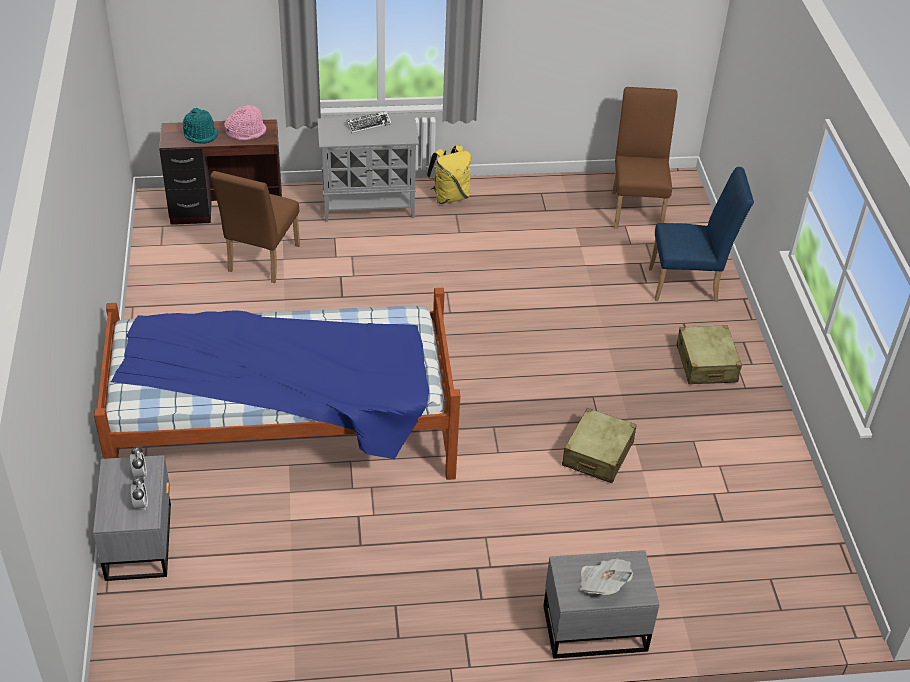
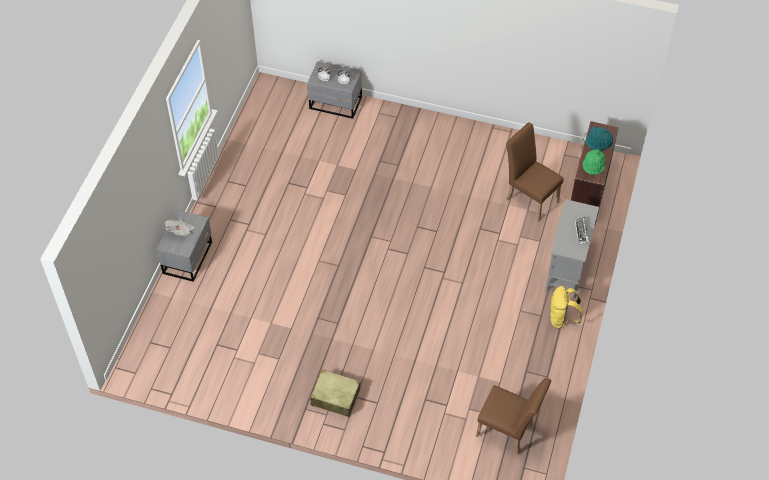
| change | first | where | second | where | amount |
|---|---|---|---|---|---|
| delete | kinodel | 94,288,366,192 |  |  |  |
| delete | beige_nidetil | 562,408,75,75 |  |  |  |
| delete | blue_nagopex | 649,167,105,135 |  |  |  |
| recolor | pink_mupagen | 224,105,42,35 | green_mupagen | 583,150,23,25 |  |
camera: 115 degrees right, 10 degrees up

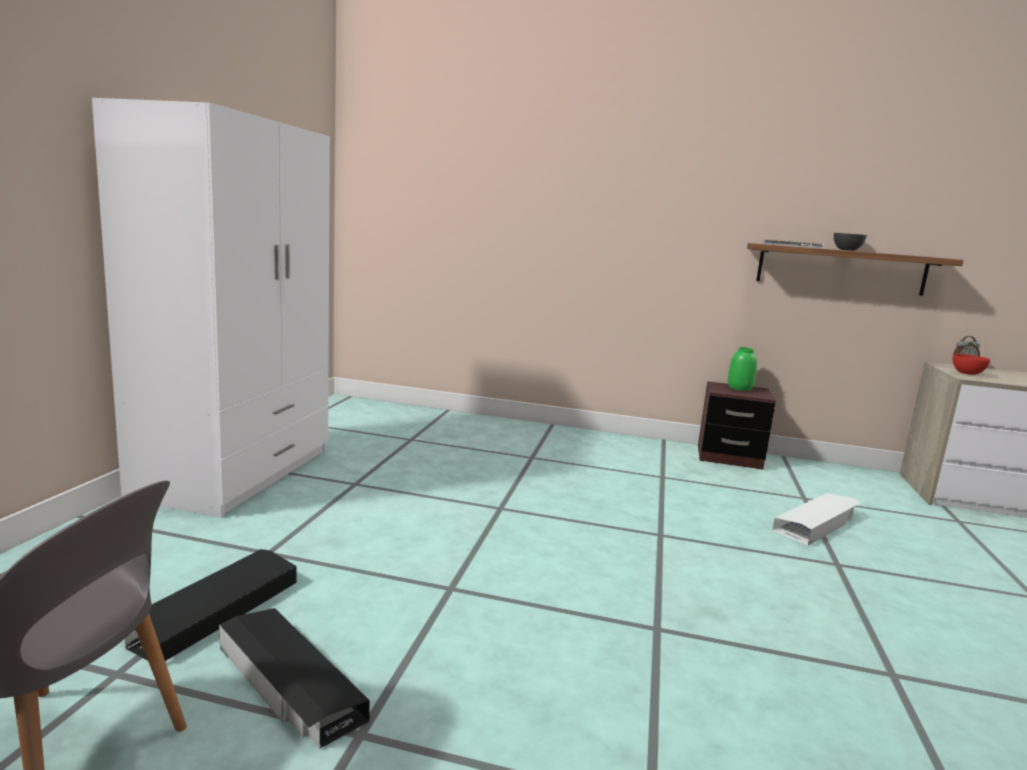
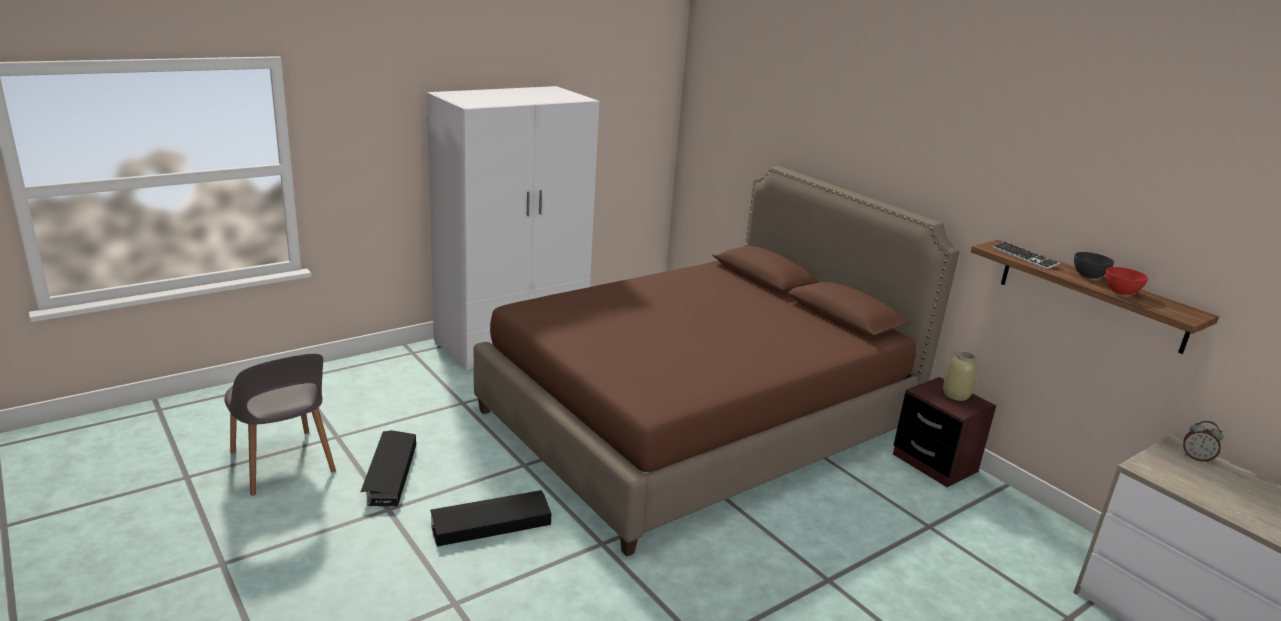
| change | first | where | second | where | amount |
|---|---|---|---|---|---|
| delete | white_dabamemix | 772,493,89,53 |  |  |  |
| insert |  |  | brown_kinodel | 474,166,486,391 |  |
| move | black_dabamemix | 124,549,172,113 |  | 430,490,121,57 |  |
| move | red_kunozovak | 953,354,38,21 |  | 1106,267,42,28 |  |
| recolor | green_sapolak | 728,347,29,44 | beige_sapolak | 943,352,34,49 |  |
camera: 40 degrees right, 10 degrees up

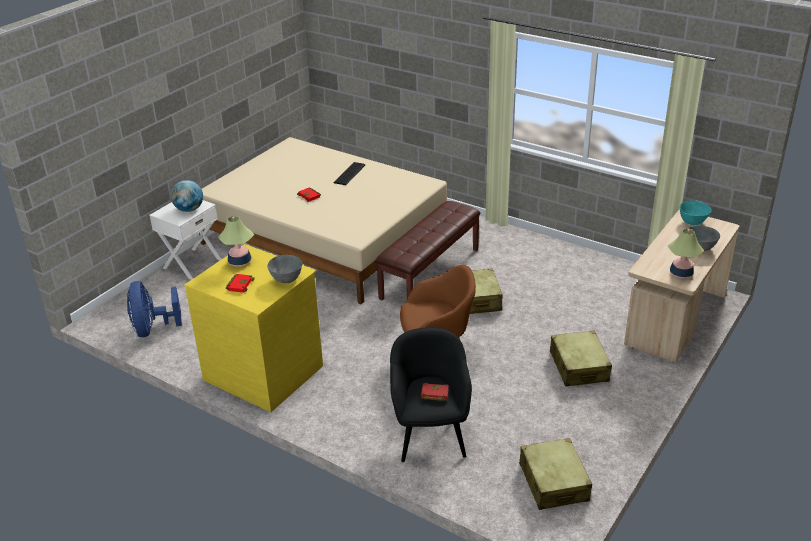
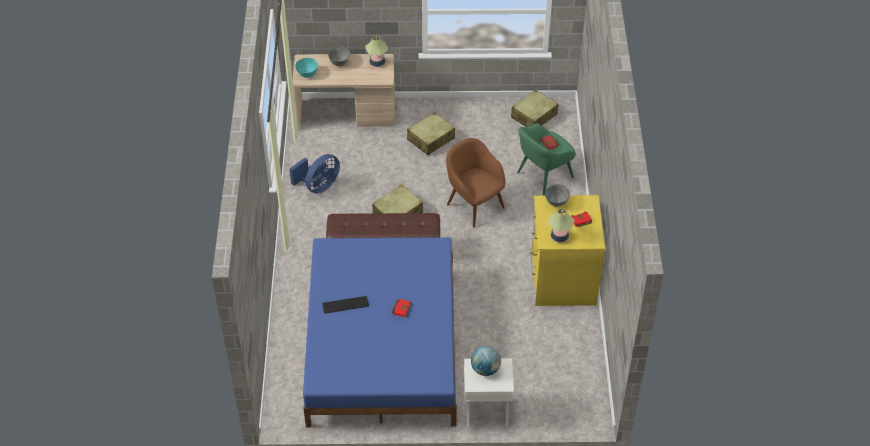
| change | first | where | second | where | amount |
|---|---|---|---|---|---|
| move | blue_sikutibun | 127,281,55,56 |  | 290,154,50,40 |  |
| recolor | beige_kinodel | 199,137,248,167 | blue_kinodel | 303,237,154,191 |  |
| recolor | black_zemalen | 390,327,82,135 | green_zemalen | 517,123,59,73 |  |
camera: 125 degrees left, 15 degrees up

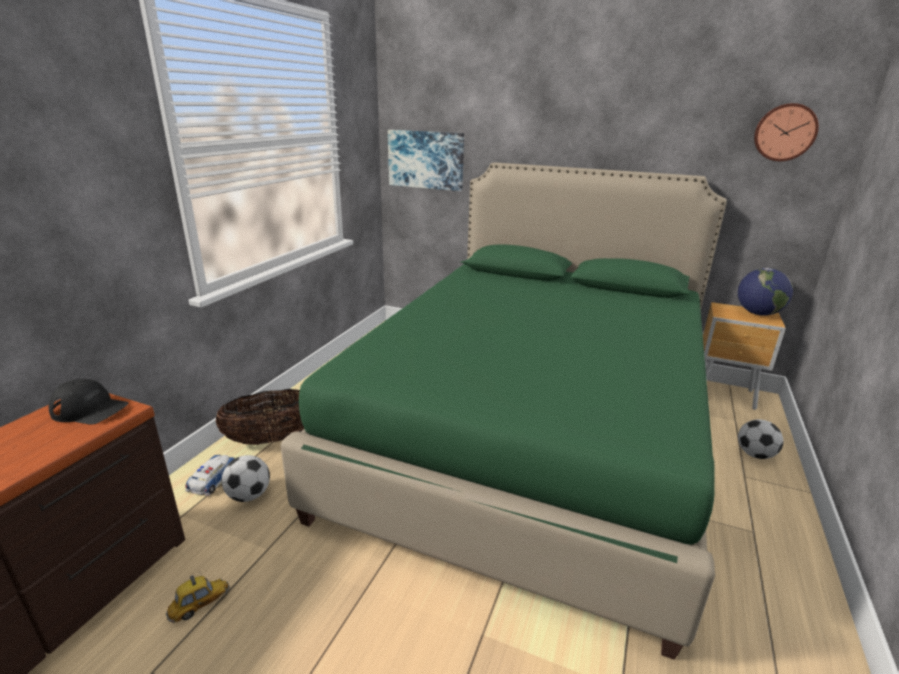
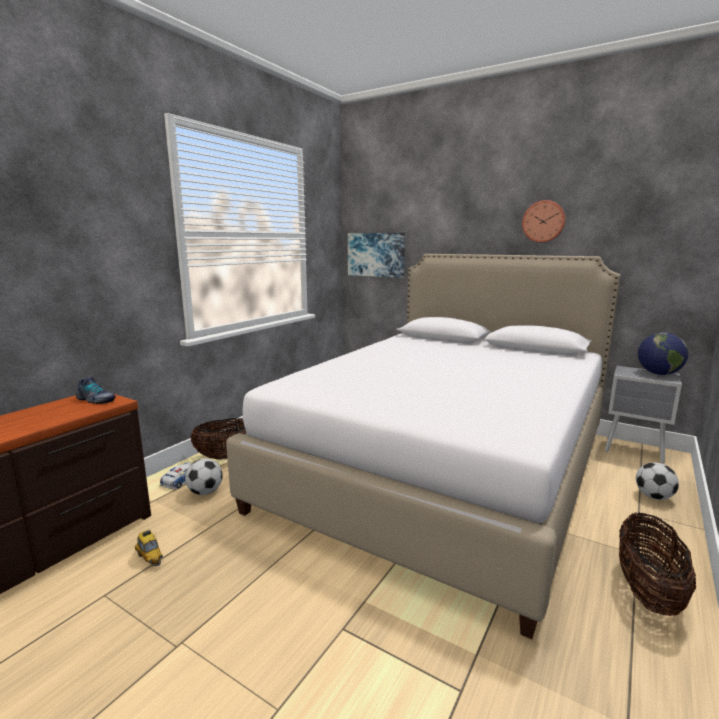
| change | first | where | second | where | amount |
|---|---|---|---|---|---|
| insert |  |  | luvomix | 619,513,77,103 |  |
| move | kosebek | 754,103,65,58 |  | 522,200,44,42 |  |
| replace | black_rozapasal | 49,379,80,46 | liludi | 76,377,40,27 |  |
| recolor | green_kinodel | 281,162,446,498 | white_kinodel | 226,254,395,385 |  |
| recolor | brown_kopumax | 703,302,83,108 | grey_kopumax | 605,366,77,98 |  |
| rotate | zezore | 166,573,64,50 |  | 135,530,28,37 | 75 degrees clockwise |
camera: 10 degrees right, 10 degrees down

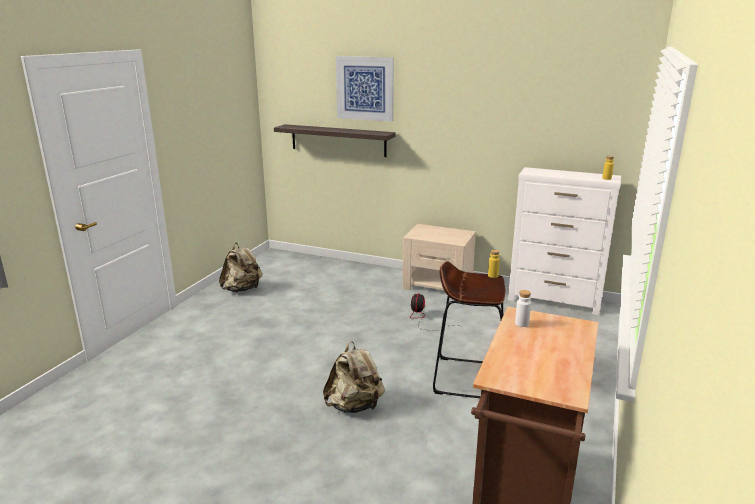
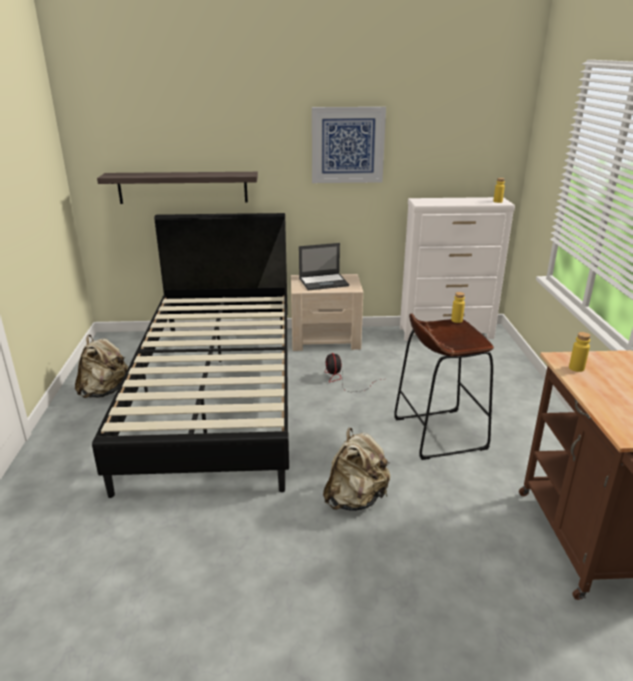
| change | first | where | second | where | amount |
|---|---|---|---|---|---|
| insert |  |  | black_kinodel | 92,213,197,285 |  |
| insert |  |  | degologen | 299,243,50,47 |  |
| move | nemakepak | 336,56,58,66 |  | 312,107,74,76 |  |
| recolor | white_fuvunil | 515,290,16,37 | yellow_fuvunil | 569,332,22,40 |  |
camera: 25 degrees left, 5 degrees up

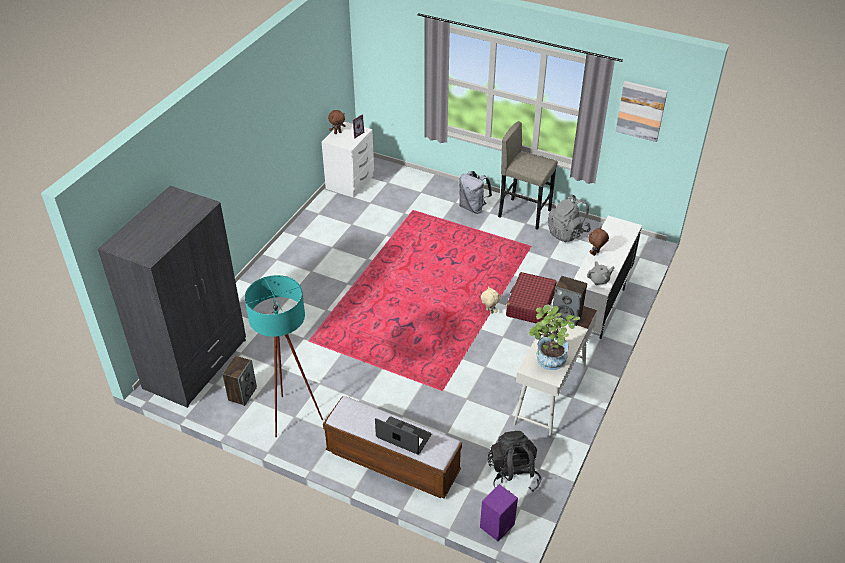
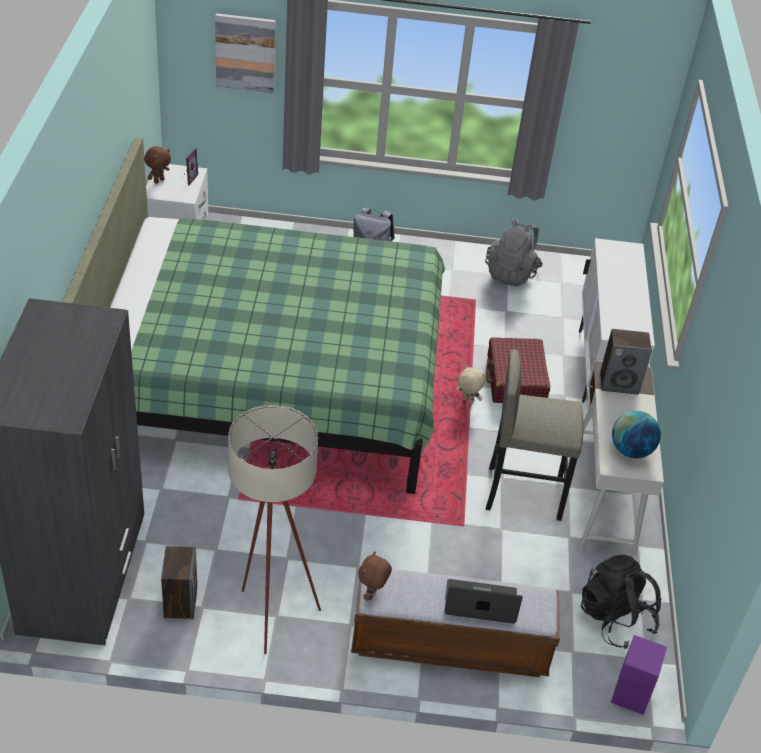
| change | first | where | second | where | amount |
|---|---|---|---|---|---|
| delete | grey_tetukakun | 586,261,29,24 |  |  |  |
| insert |  |  | green_kinodel | 62,138,383,356 |  |
| move | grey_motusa | 498,121,60,109 |  | 486,349,97,172 |  |
| move | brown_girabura | 589,227,20,29 |  | 358,552,34,49 |  |
| move | nemakepak | 615,81,53,61 |  | 215,13,61,80 |  |
| replace | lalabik | 529,305,51,65 | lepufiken | 612,411,49,47 |  |
| recolor | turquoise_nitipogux | 245,275,78,162 | beige_nitipogux | 228,405,93,249 |  |
camera: 25 degrees left, 0 degrees up

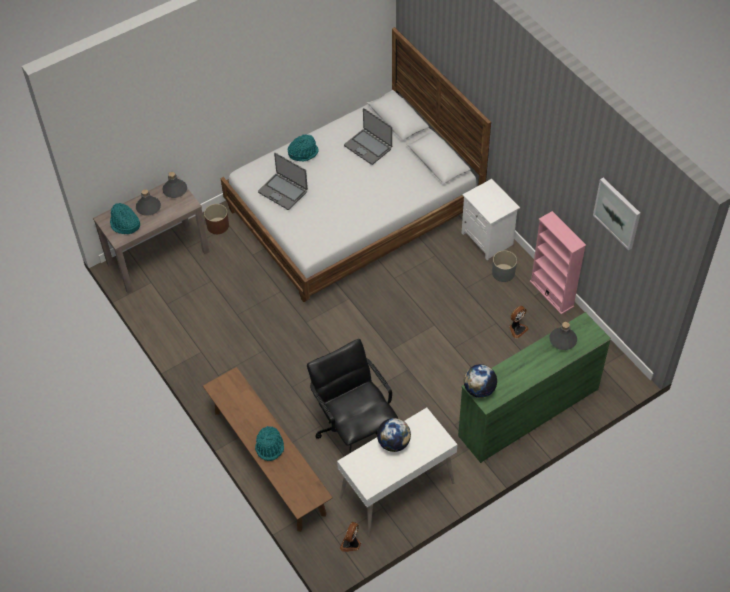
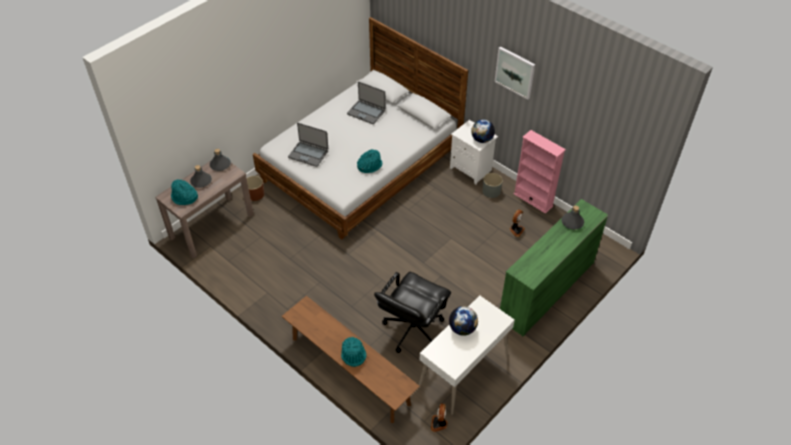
| change | first | where | second | where | amount |
|---|---|---|---|---|---|
| move | turquoise_mupagen | 288,134,31,27 |  | 357,149,25,24 |  |
| move | lepufiken | 464,364,33,34 |  | 471,119,24,24 |  |
| move | nemakepak | 593,178,47,72 |  | 494,46,41,54 |  |
| rotate | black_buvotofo | 307,339,91,115 |  | 374,272,77,81 | 105 degrees counterclockwise |
camera: 15 degrees left, 5 degrees down

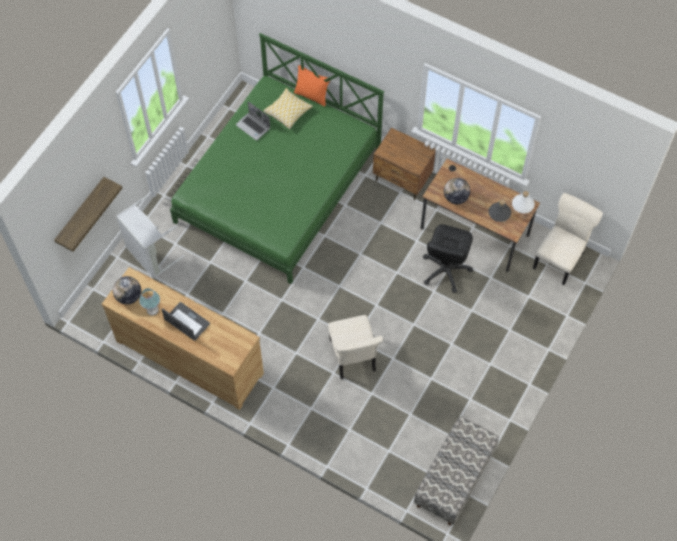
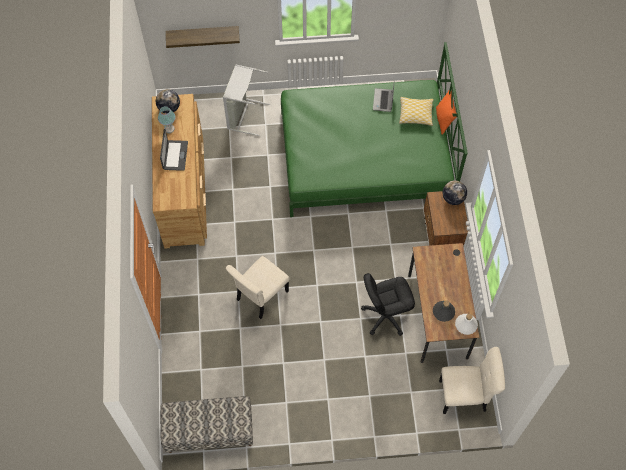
| change | first | where | second | where | amount |
|---|---|---|---|---|---|
| move | lepufiken | 444,178,26,26 |  | 443,180,24,25 |  |
camera: 55 degrees right, 0 degrees up

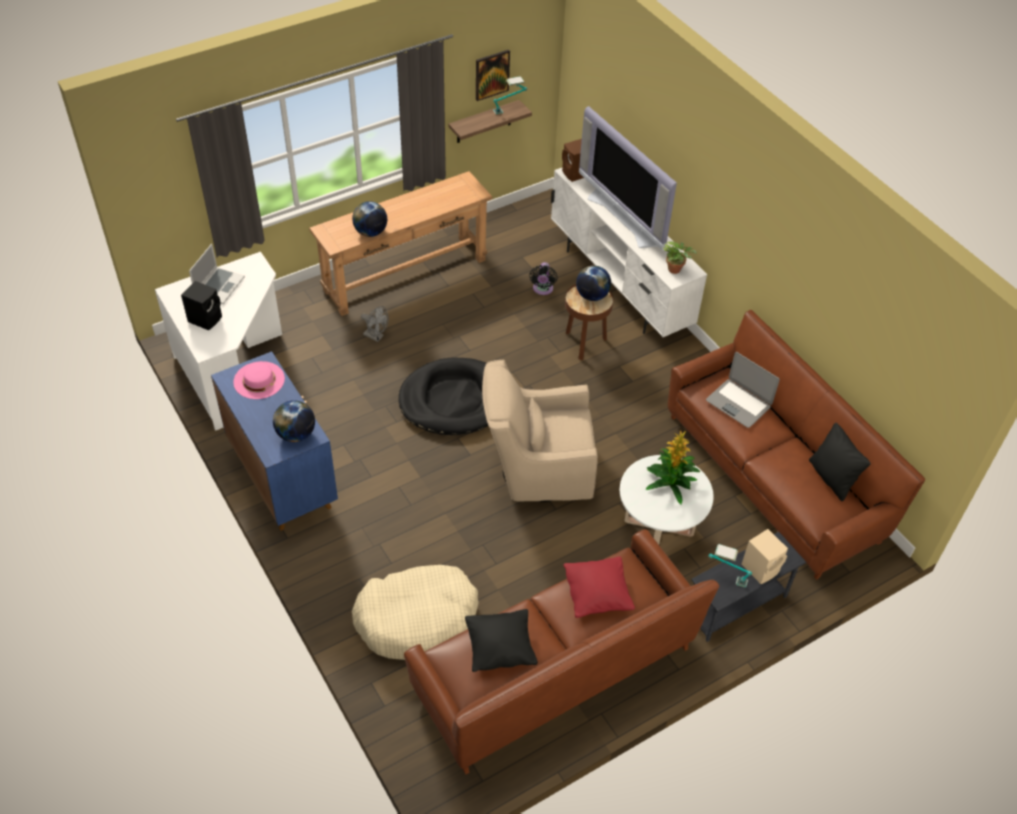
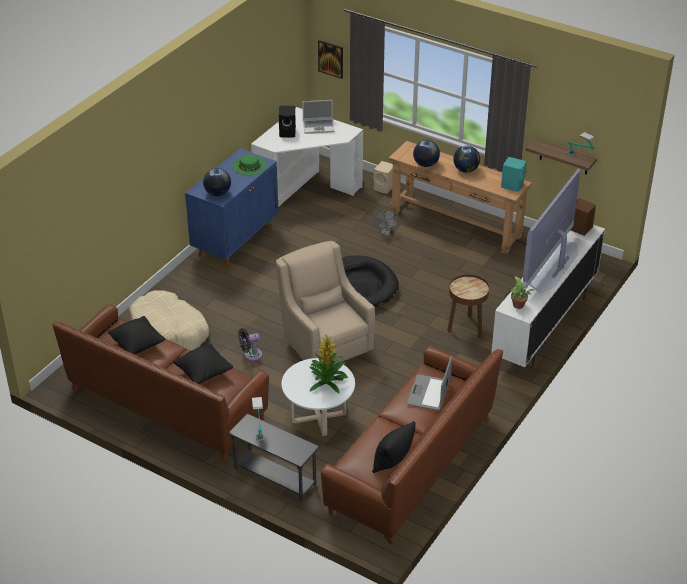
| change | first | where | second | where | amount |
|---|---|---|---|---|---|
| insert |  |  | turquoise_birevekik | 501,157,26,35 |  |
| move | nemakepak | 476,50,34,51 |  | 318,40,25,39 |  |
| move | black_sikutibun | 529,262,28,33 |  | 238,328,24,33 |  |
| move | lepufiken | 576,266,35,35 |  | 453,146,27,27 |  |
| move | beige_birevekik | 742,529,46,55 |  | 373,161,20,33 |  |
| recolor | pink_mupagen | 233,361,52,38 | green_mupagen | 232,154,35,21 |  |
| recolor | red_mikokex | 564,556,71,62 | black_mikokex | 173,344,60,40 |  |
camera: 65 degrees right, 10 degrees down

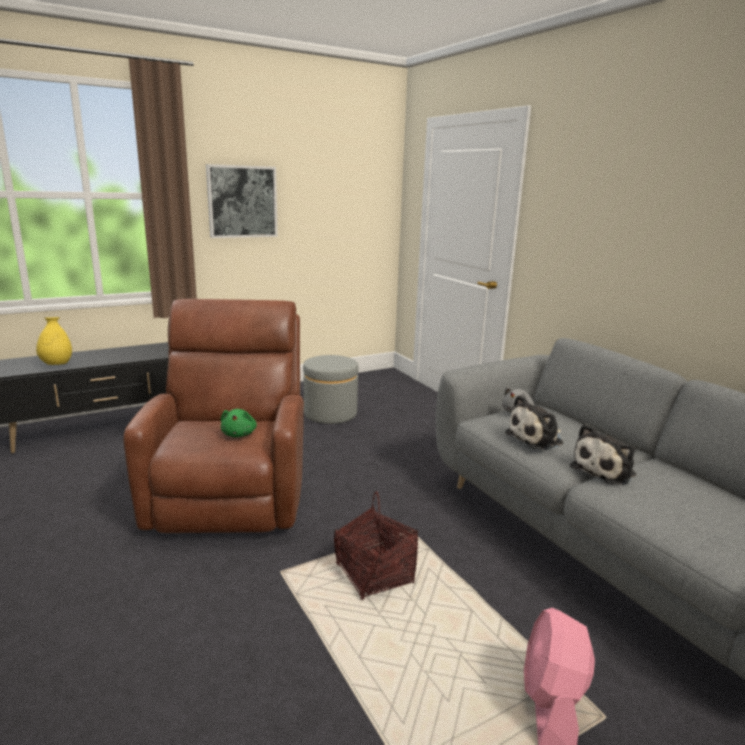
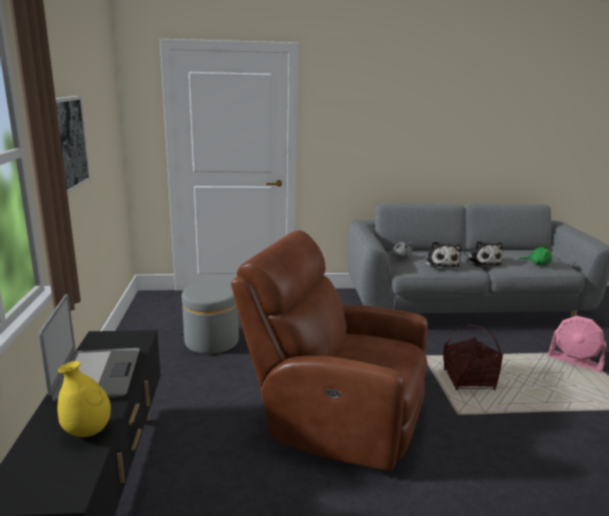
| change | first | where | second | where | amount |
|---|---|---|---|---|---|
| insert |  |  | degologen | 38,294,101,107 |  |
| move | green_girabura | 221,409,36,28 |  | 520,246,33,19 |  |
camera: 65 degrees left, 0 degrees up

